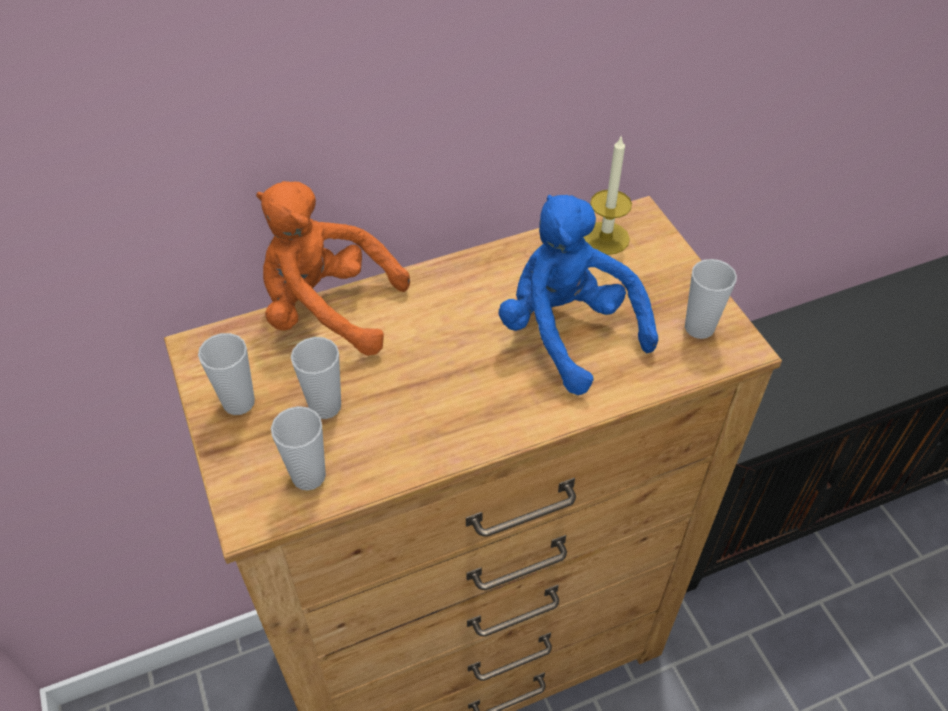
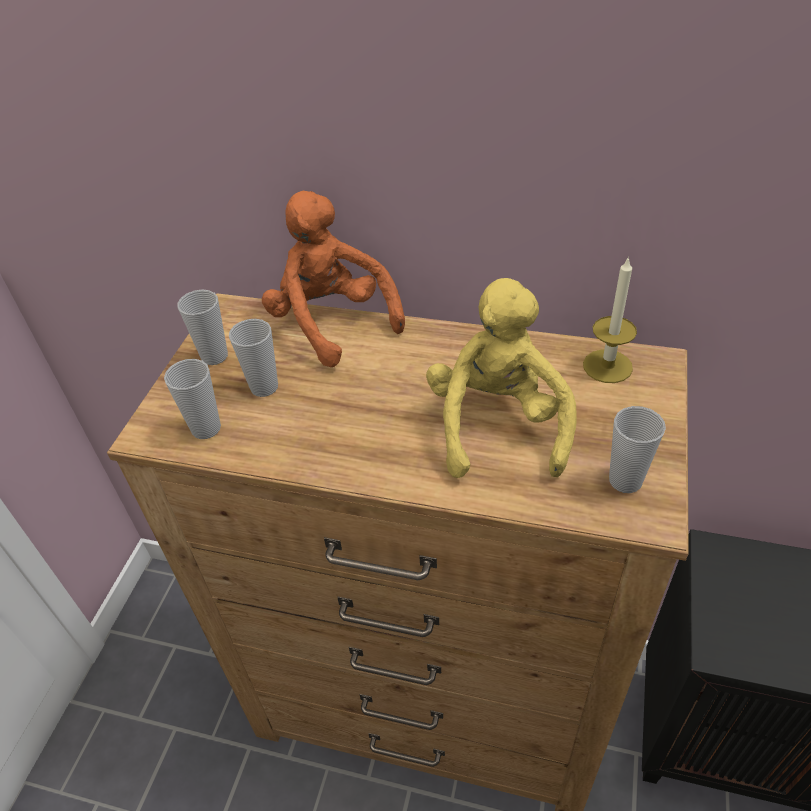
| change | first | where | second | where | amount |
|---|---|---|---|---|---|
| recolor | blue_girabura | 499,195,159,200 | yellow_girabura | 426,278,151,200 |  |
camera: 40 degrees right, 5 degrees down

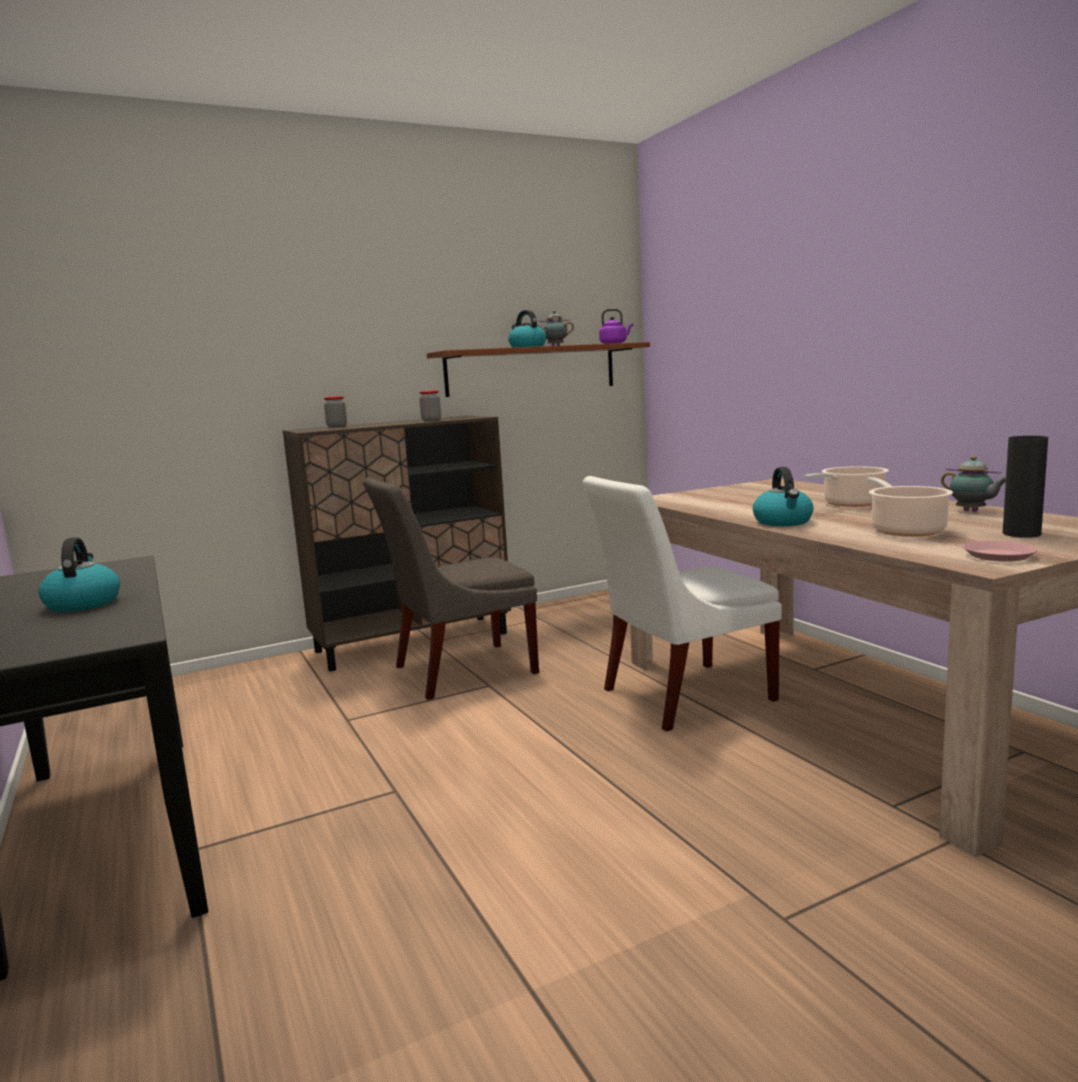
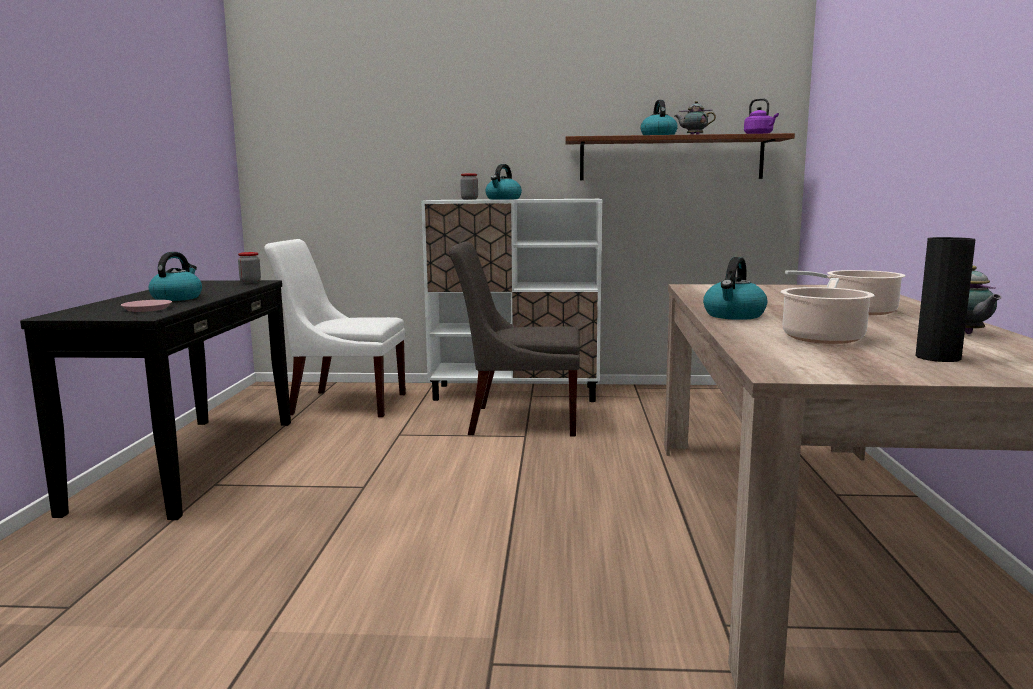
| change | first | where | second | where | amount |
|---|---|---|---|---|---|
| insert |  |  | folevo | 485,164,37,36 |  |
| move | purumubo | 419,390,22,31 |  | 238,252,23,31 |  |
| move | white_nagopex | 583,476,199,255 |  | 264,239,142,178 |  |
| move | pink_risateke | 963,541,75,21 |  | 121,300,51,12 |  |
| recolor | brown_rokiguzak | 282,416,229,255 | white_rokiguzak | 421,199,181,203 |  |
camera: 30 degrees right, 0 degrees up

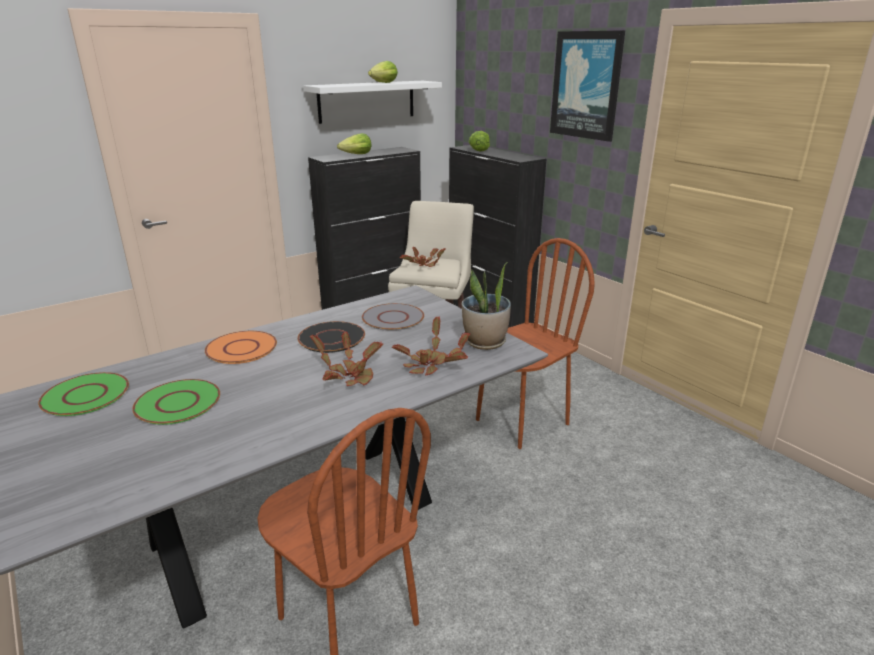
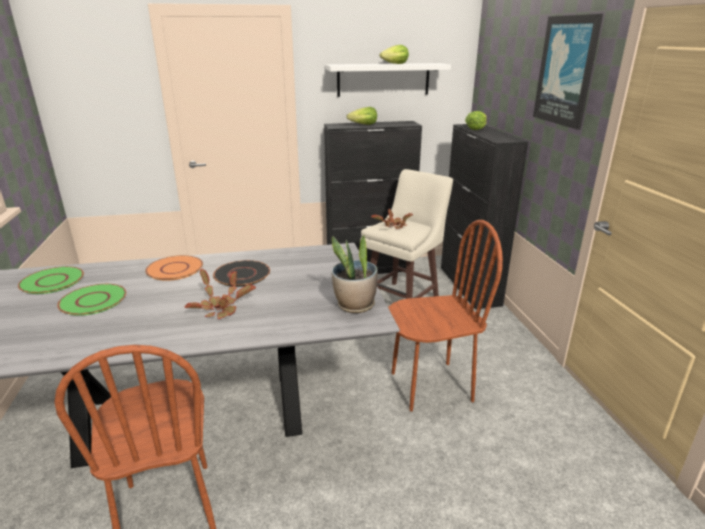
| change | first | where | second | where | amount |
|---|---|---|---|---|---|
| delete | grey_risateke | 362,303,62,28 |  |  |  |
| delete | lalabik | 392,316,78,59 |  |  |  |
camera: 25 degrees right, 0 degrees up

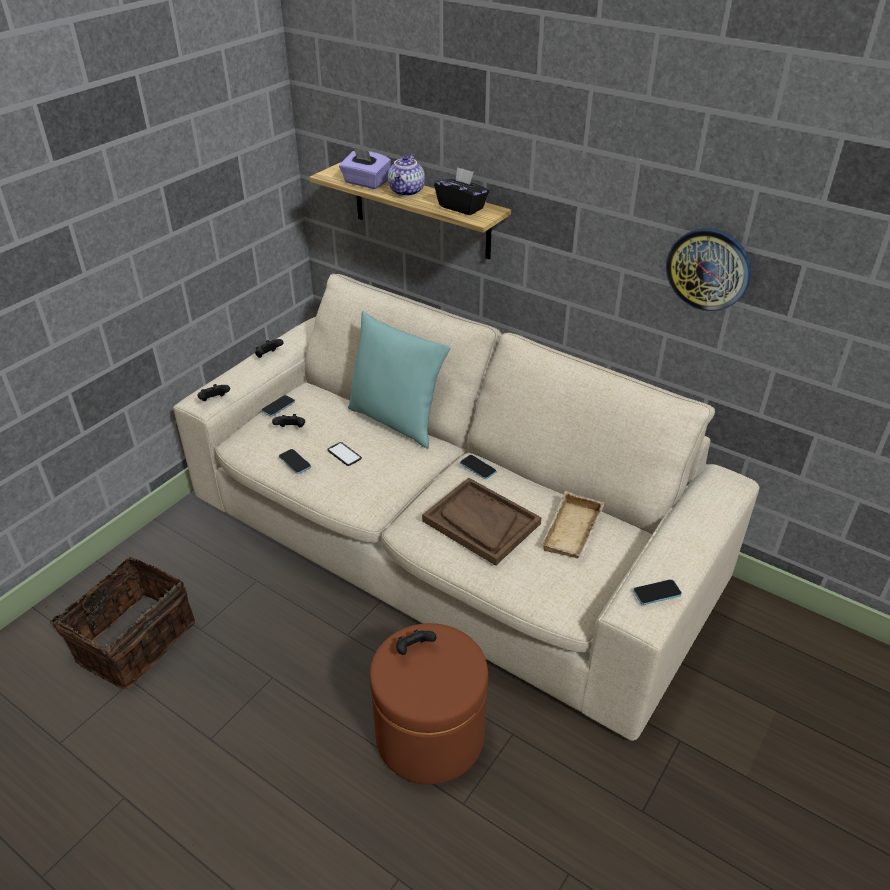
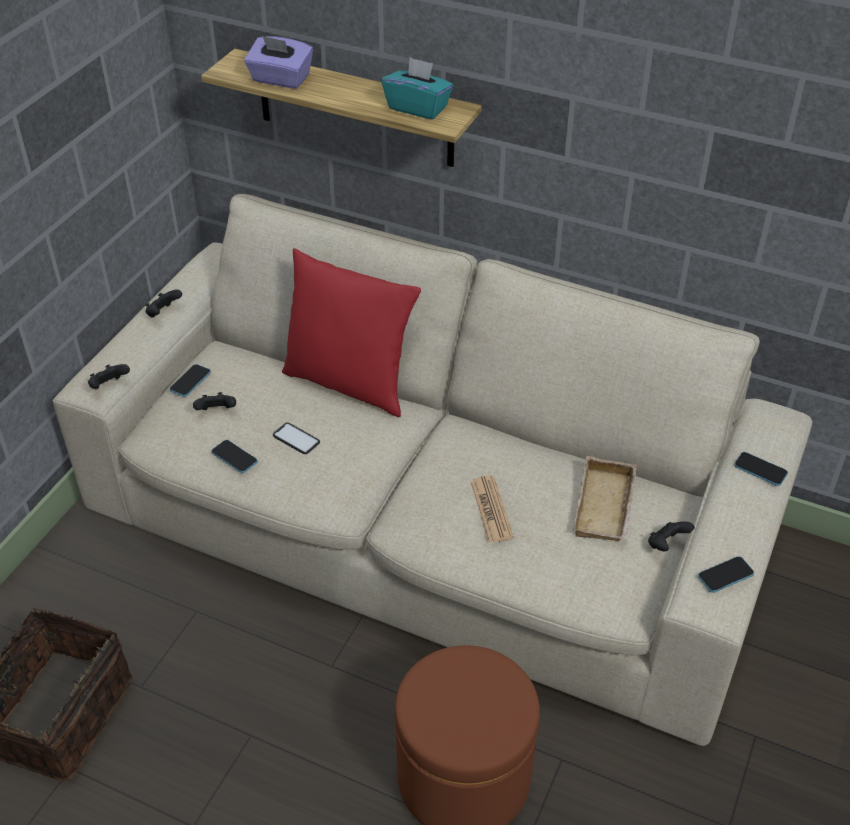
| change | first | where | second | where | amount |
|---|---|---|---|---|---|
| delete | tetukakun | 388,154,37,43 |  |  |  |
| delete | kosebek | 666,228,86,83 |  |  |  |
| move | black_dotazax | 396,630,40,25 |  | 648,522,47,29 |  |
| move | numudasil | 460,455,36,24 |  | 734,452,54,34 |  |
| replace | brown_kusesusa | 422,477,119,88 | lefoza | 471,476,43,67 |  |
| recolor | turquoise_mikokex | 348,311,102,137 | red_mikokex | 282,248,139,169 |  |
| recolor | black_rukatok | 434,167,55,48 | turquoise_rukatok | 382,57,71,62 |  |
camera: 10 degrees left, 5 degrees up

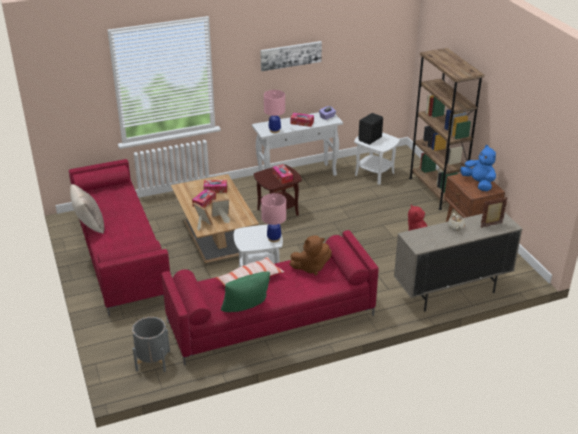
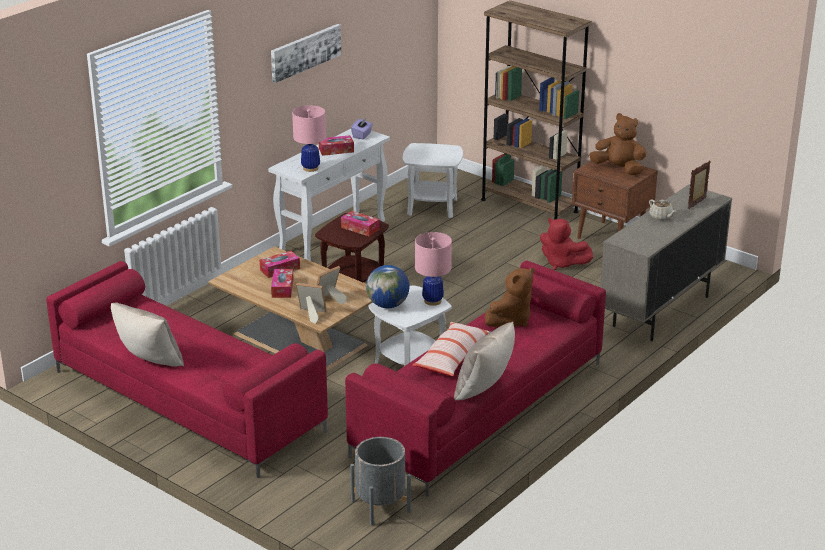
| change | first | where | second | where | amount |
|---|---|---|---|---|---|
| delete | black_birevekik | 358,113,25,32 |  |  |  |
| insert |  |  | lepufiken | 366,265,44,43 |  |
| recolor | green_mikokex | 221,271,49,41 | beige_mikokex | 454,322,61,78 |  |
| recolor | blue_girabura | 460,145,36,46 | brown_girabura | 589,113,57,62 |  |
camera: 30 degrees left, 5 degrees down

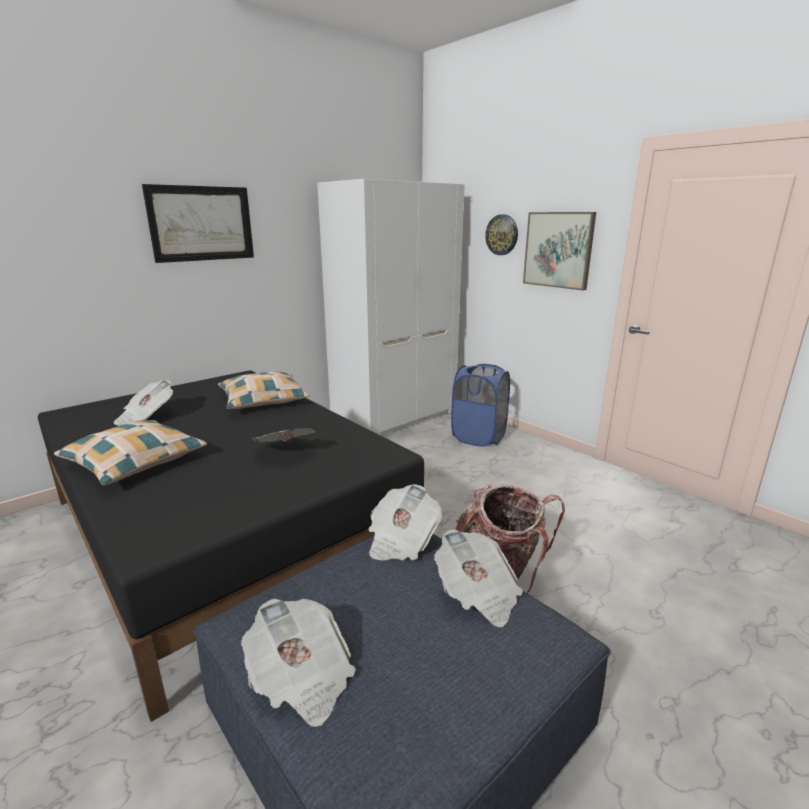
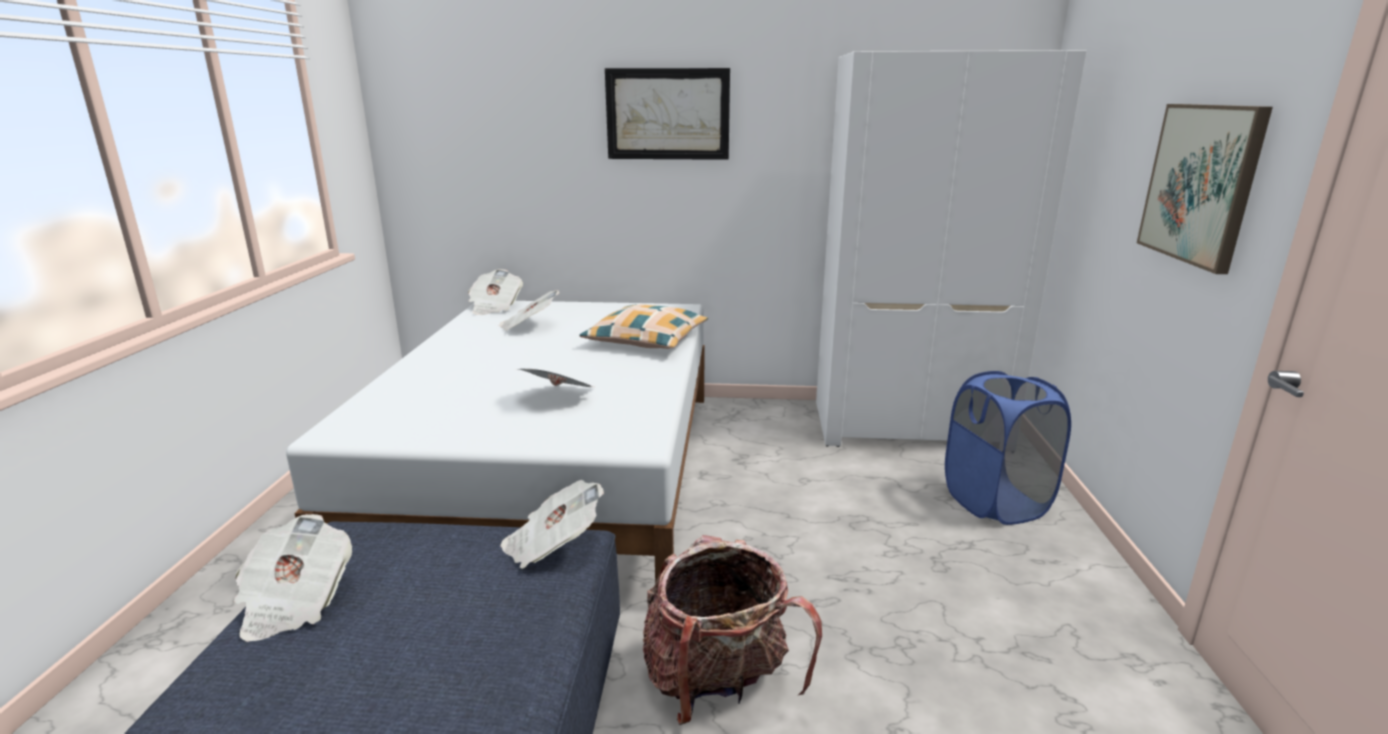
| change | first | where | second | where | amount |
|---|---|---|---|---|---|
| delete | mikokex | 54,420,153,65 |  |  |  |
| delete | kosebek | 485,214,33,41 |  |  |  |
| move | lefoza | 434,529,89,98 |  | 468,269,55,46 |  |
| recolor | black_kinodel | 38,370,386,352 | white_kinodel | 286,301,419,282 |  |
camera: 45 degrees right, 0 degrees up

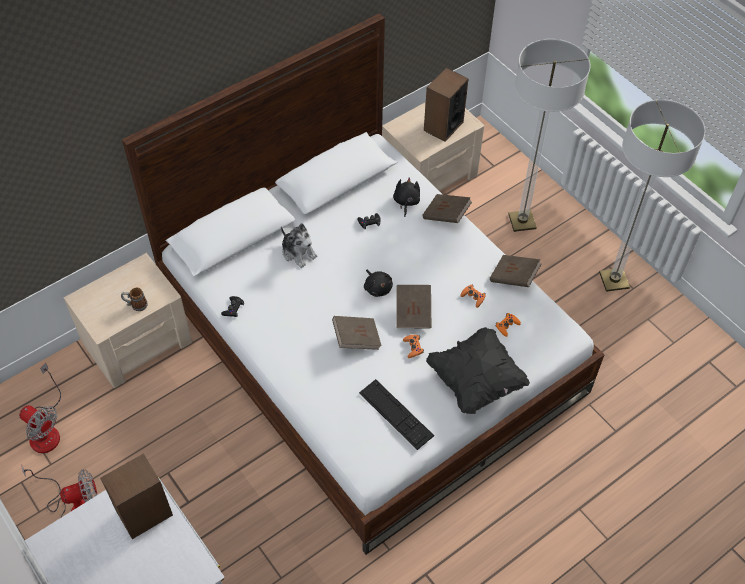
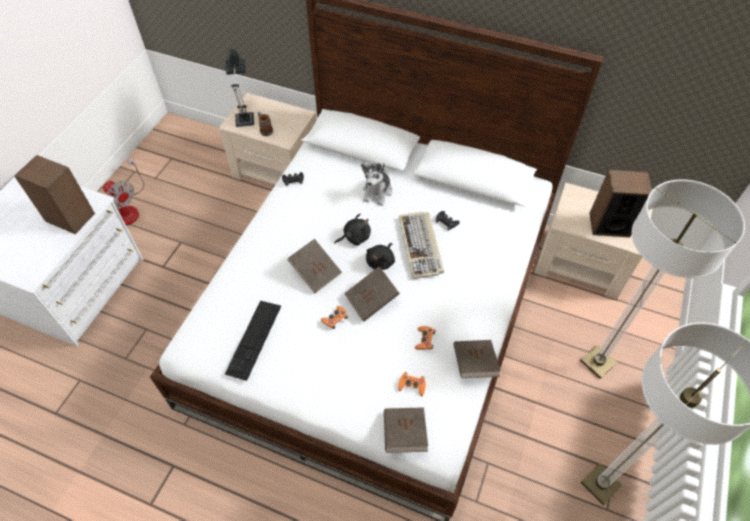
| change | first | where | second | where | amount |
|---|---|---|---|---|---|
| delete | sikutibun | 19,363,42,90 |  |  |  |
| delete | black_mikokex | 426,327,104,87 |  |  |  |
| insert |  |  | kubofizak | 225,48,29,79 |  |
| insert |  |  | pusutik | 399,212,45,67 |  |
| move | black_girabura | 393,177,27,40 |  | 334,214,37,31 |  |
| move | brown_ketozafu | 423,194,49,29 |  | 384,407,44,46 |  |
camera: 60 degrees right, 0 degrees up

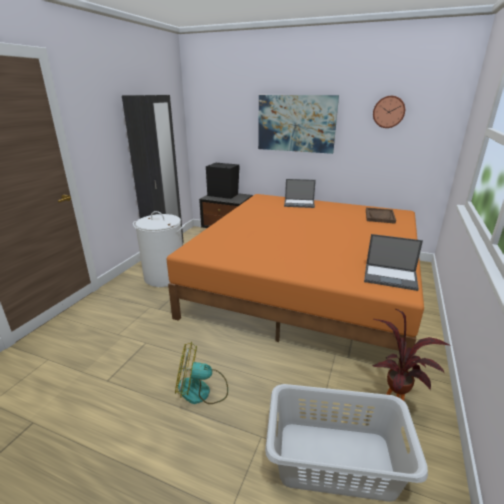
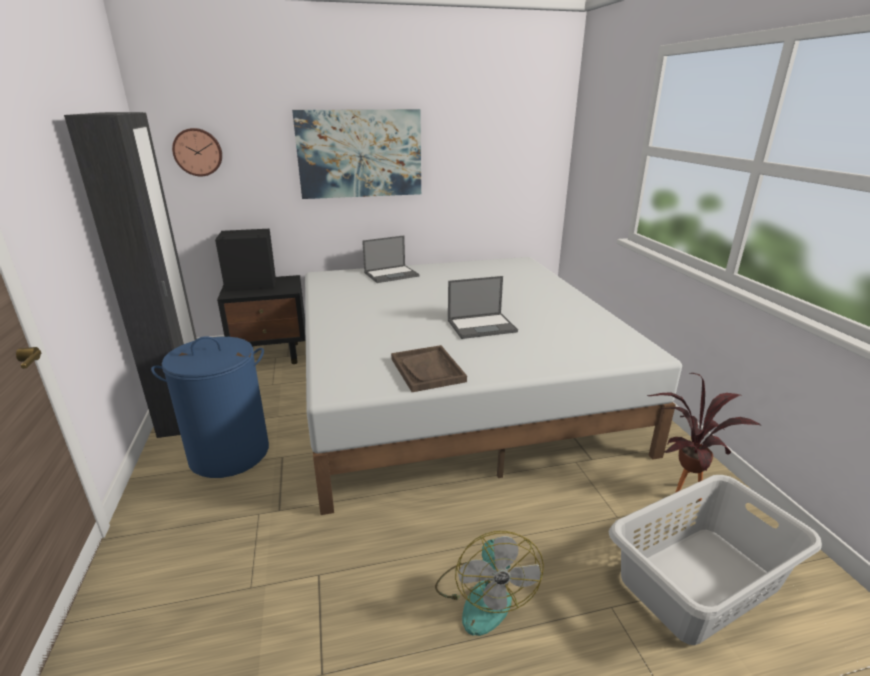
| change | first | where | second | where | amount |
|---|---|---|---|---|---|
| move | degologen | 364,234,59,57 |  | 448,276,70,63 |  |
| move | brown_kusesusa | 366,208,30,16 |  | 391,345,76,47 |  |
| move | kosebek | 373,96,32,32 |  | 172,128,50,48 |  |
| recolor | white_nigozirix | 133,211,52,76 | blue_nigozirix | 151,336,118,142 |  |
| recolor | orange_kinodel | 166,194,258,177 | white_kinodel | 305,257,377,258 |  |
| rotate | sikutibun | 175,342,53,62 |  | 435,531,109,105 | 60 degrees counterclockwise |
camera: 35 degrees left, 0 degrees up

